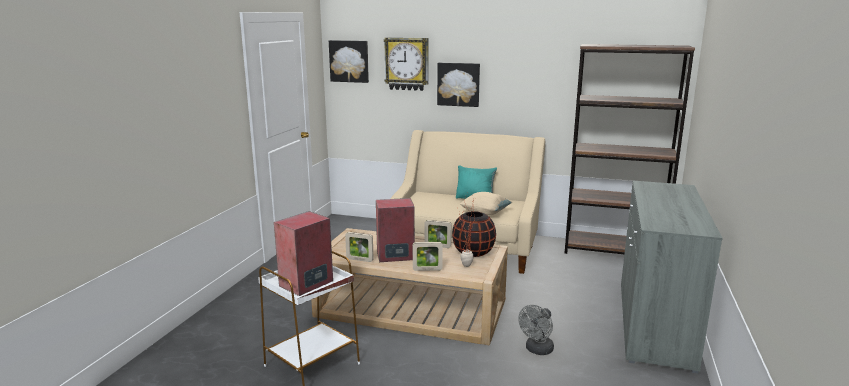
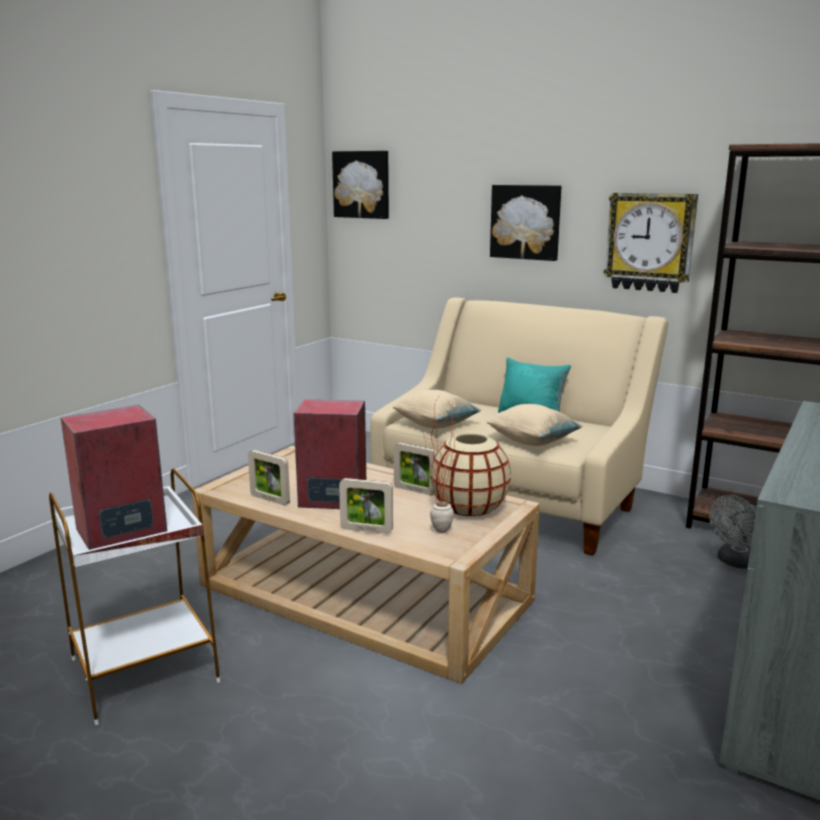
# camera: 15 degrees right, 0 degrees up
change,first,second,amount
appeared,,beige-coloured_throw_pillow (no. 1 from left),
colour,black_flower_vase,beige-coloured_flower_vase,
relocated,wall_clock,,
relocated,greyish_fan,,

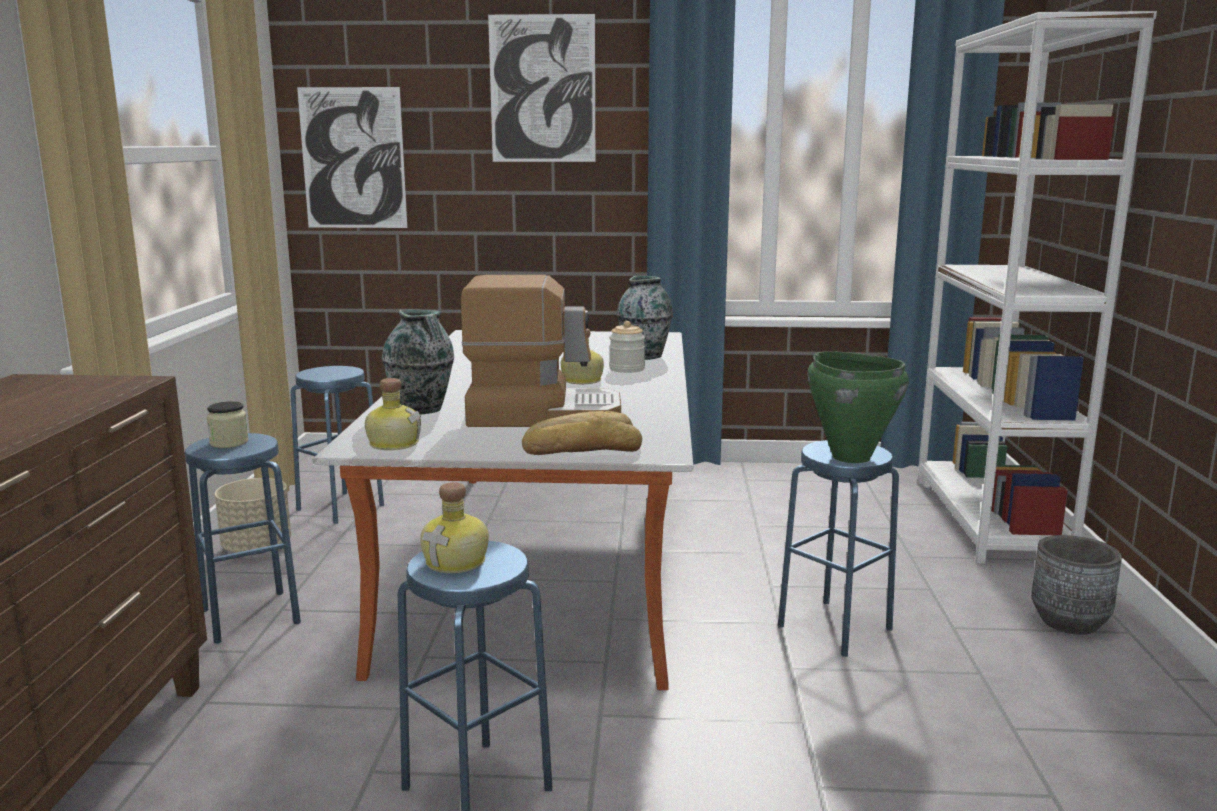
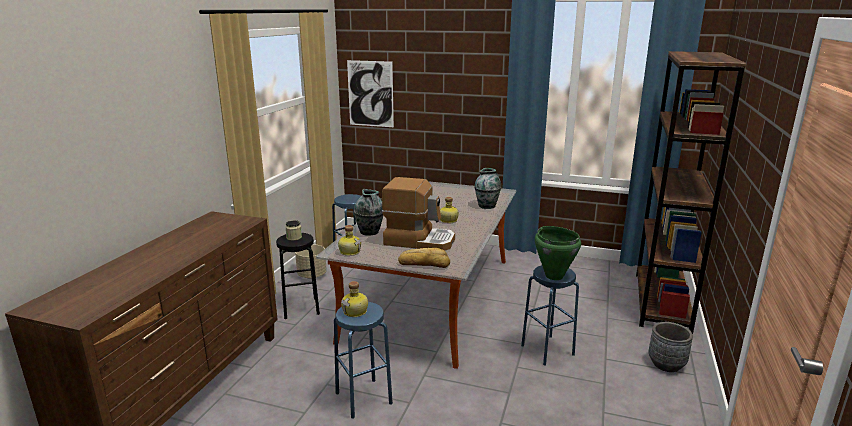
# camera: 15 degrees right, 5 degrees up
change,first,second,amount
colour,blue_stool_seat (no. 1 from left),black_stool_seat,
colour,whitish_bookshelf,brown_bookshelf,
missing,wall_art (no. 2 from left),,
missing,storage_jar (no. 2 from left),,

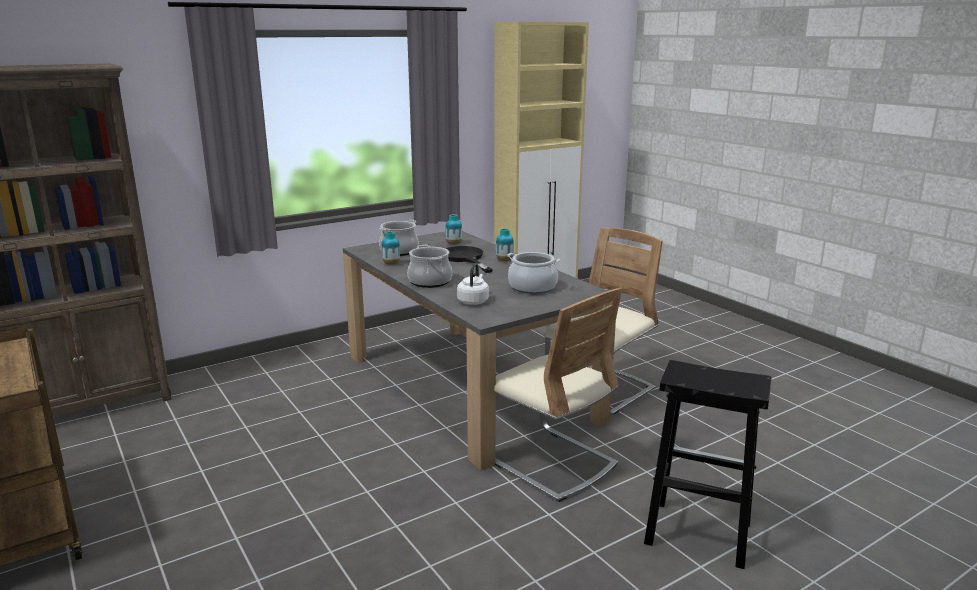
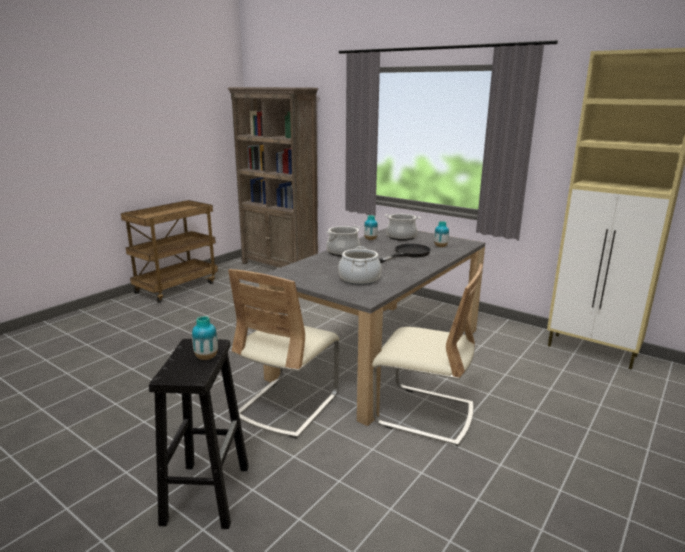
# camera: 70 degrees right, 0 degrees up
change,first,second,amount
relocated,flower_vase (no. 3 from left in the first image),flower_vase (no. 1 from left),
missing,whitish_tea_kettle,,

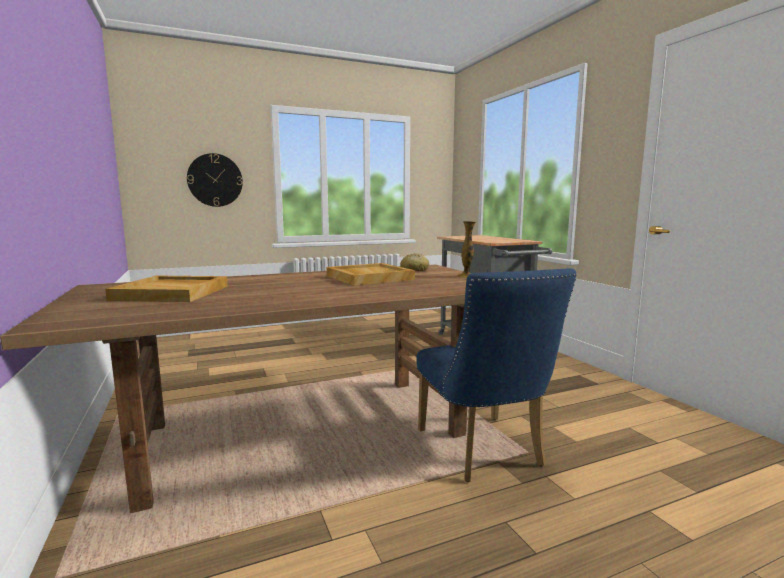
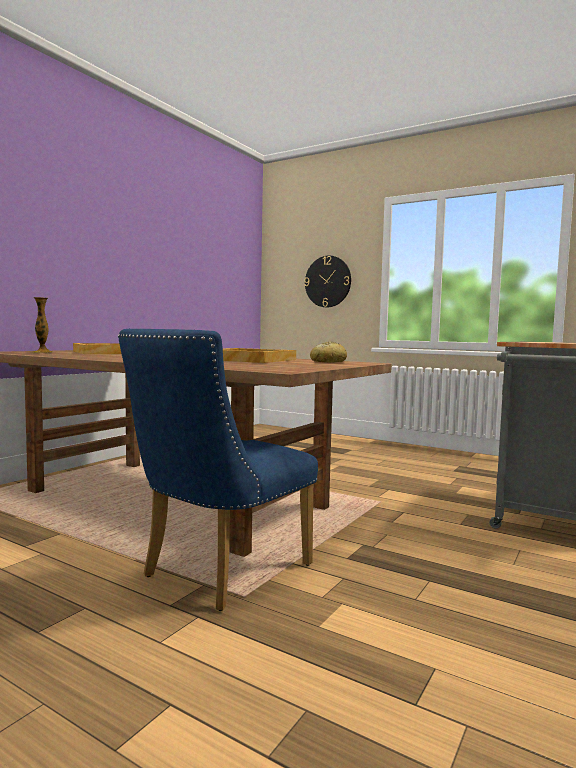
# camera: 55 degrees right, 5 degrees down
change,first,second,amount
relocated,flower_vase,,

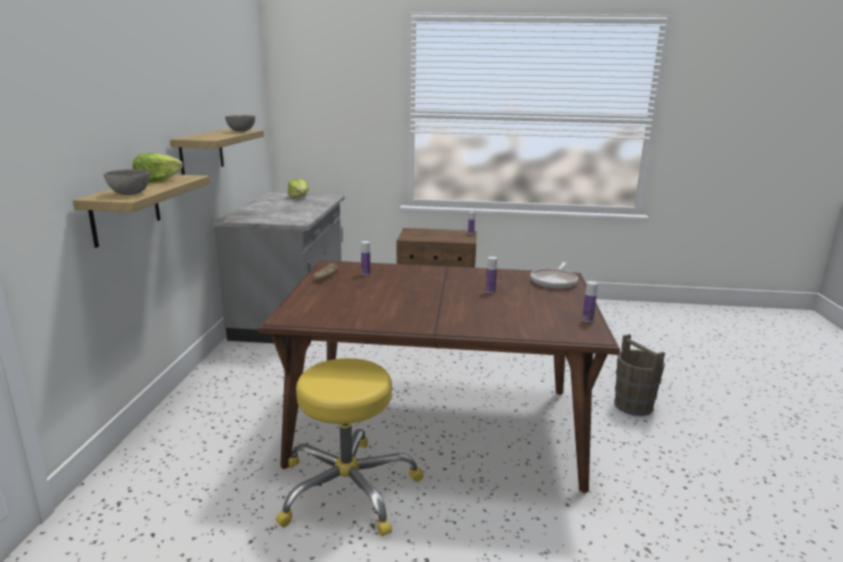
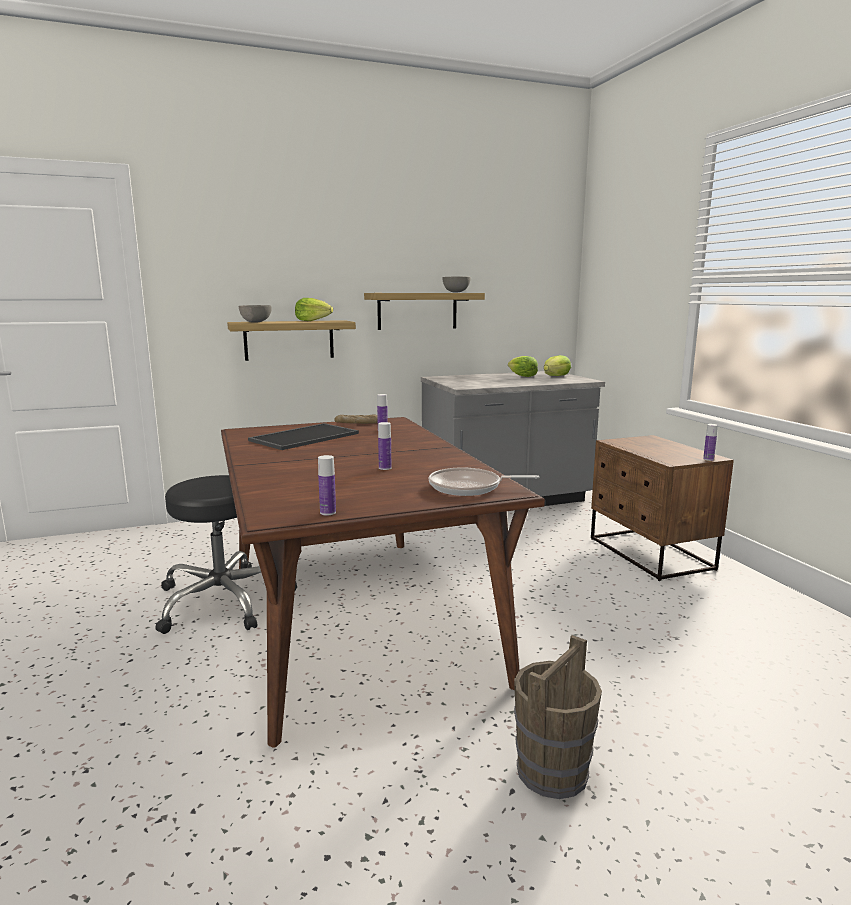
# camera: 65 degrees right, 5 degrees down
change,first,second,amount
colour,yellowish_stool_seat,black_stool_seat,
appeared,,tray,
appeared,,lettuce (no. 2 from left),

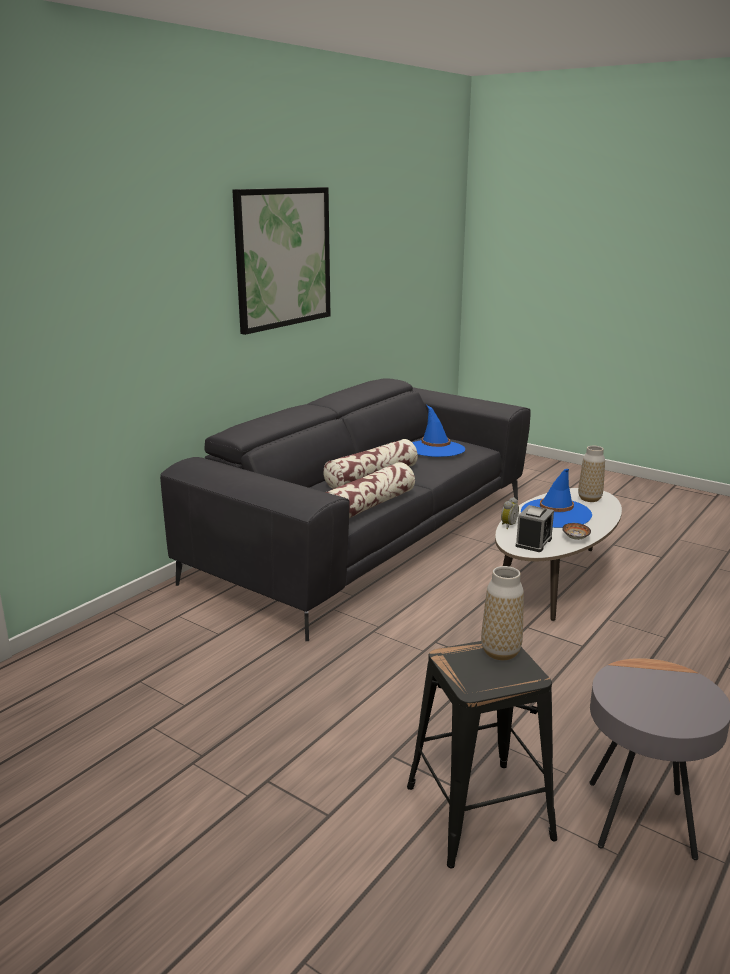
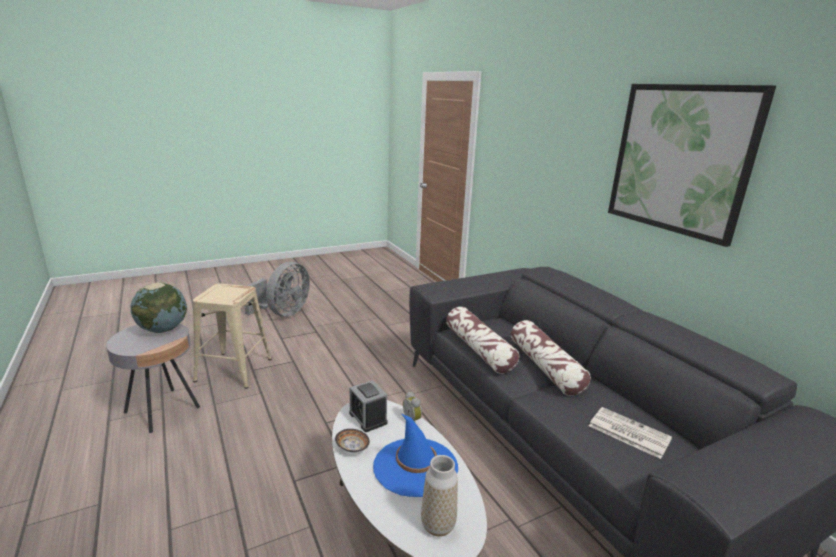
# camera: 115 degrees right, 0 degrees up
change,first,second,amount
appeared,,desk_globe,
colour,black_stool_seat,beige-coloured_stool_seat,
appeared,,greyish_fan,
exchanged,blue_hat (no. 1 from left),printed_paper,
missing,flower_vase (no. 1 from left),,

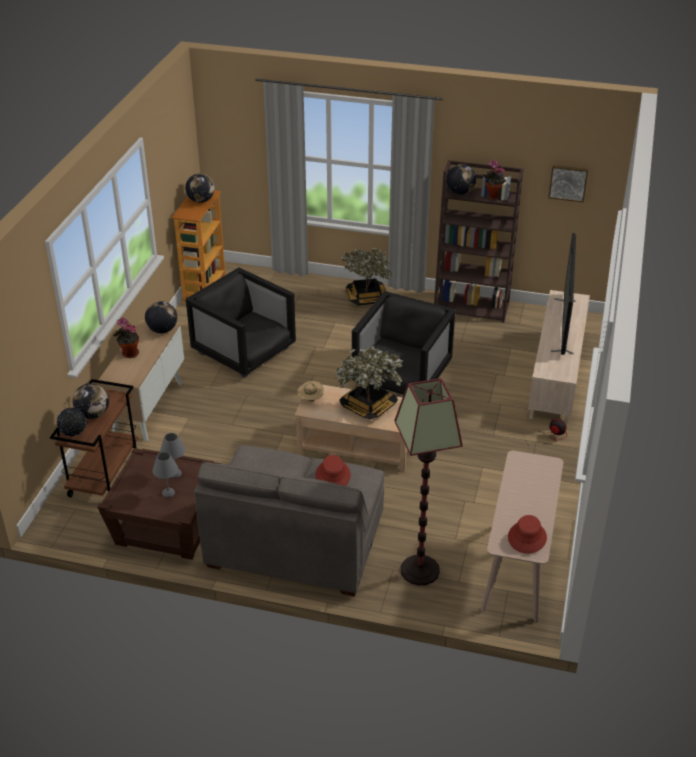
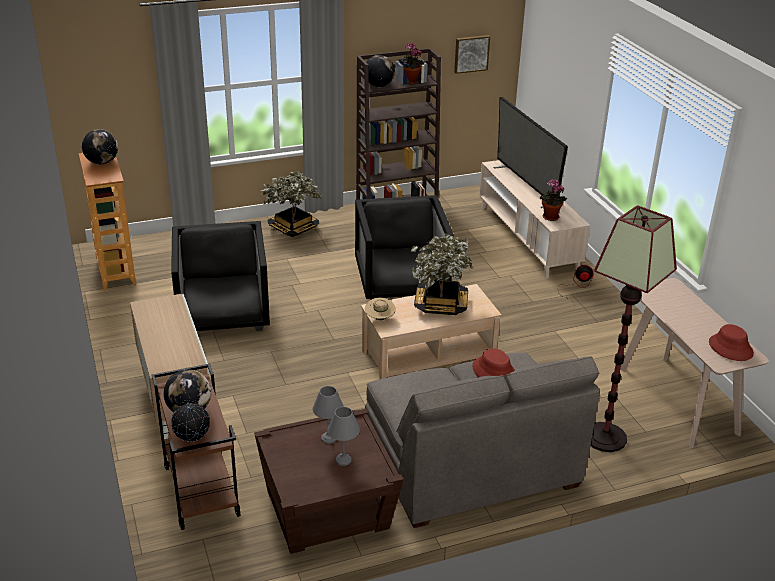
# camera: 35 degrees left, 5 degrees down
change,first,second,amount
spun,black_armchair (no. 1 from left),,75 degrees clockwise
relocated,houseplant (no. 1 from left in the first image),houseplant (no. 4 from left),
missing,desk_globe (no. 3 from left),,

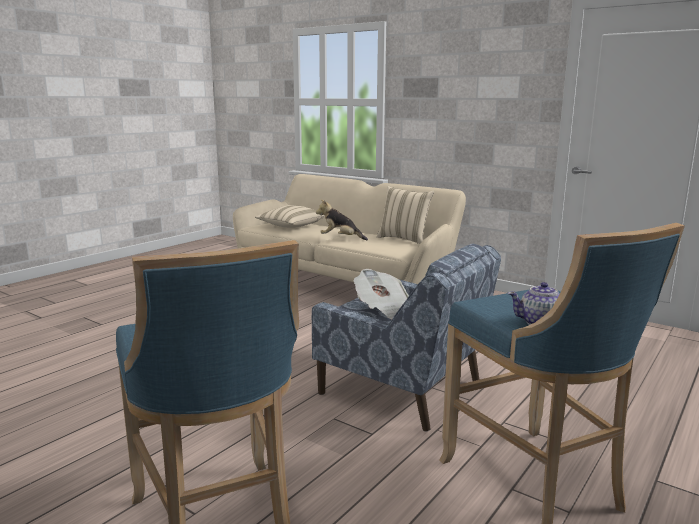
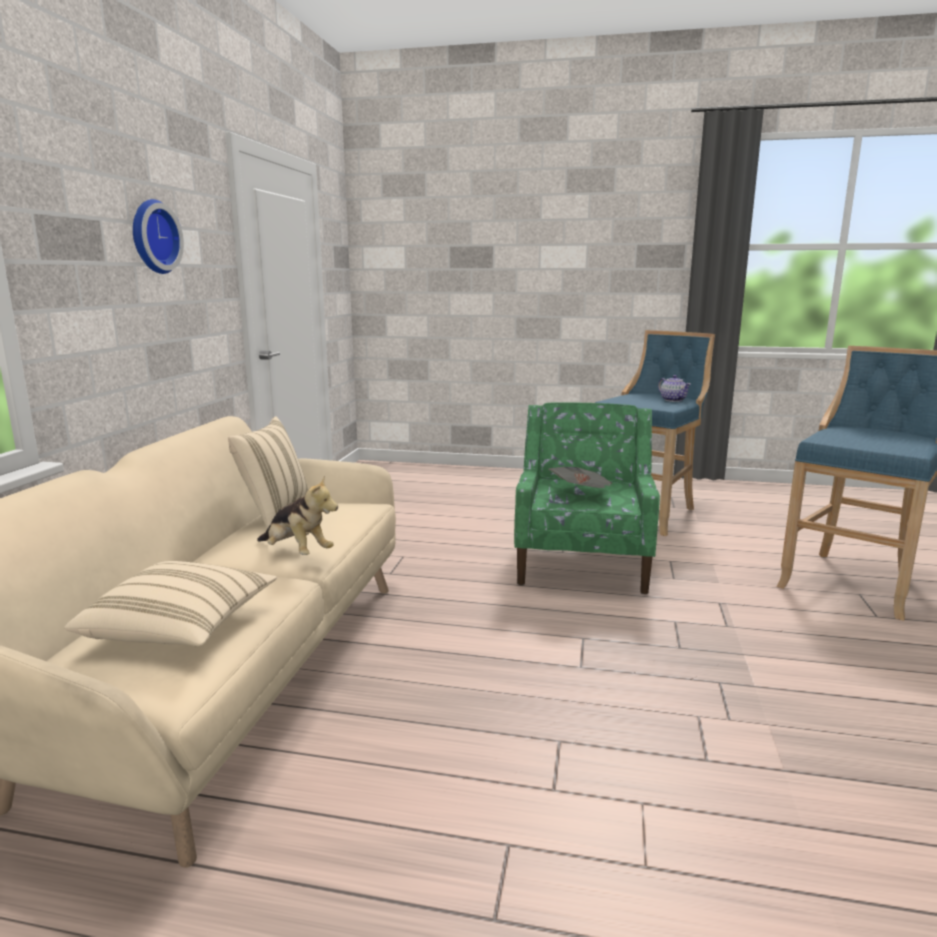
# camera: 115 degrees left, 0 degrees up
change,first,second,amount
appeared,,wall_clock,
spun,cuddly_toy,,45 degrees counterclockwise
colour,blue_armchair,green_armchair,

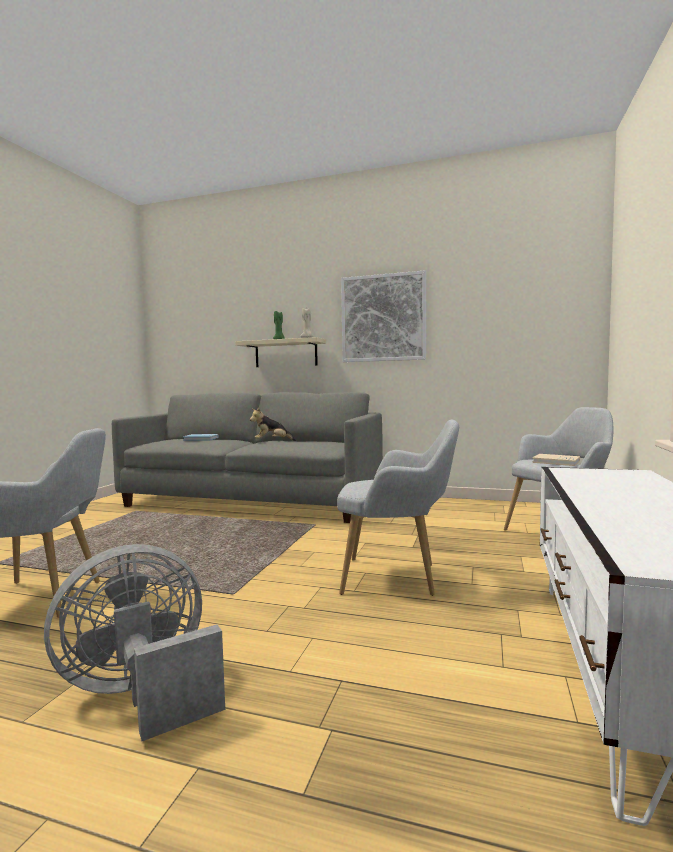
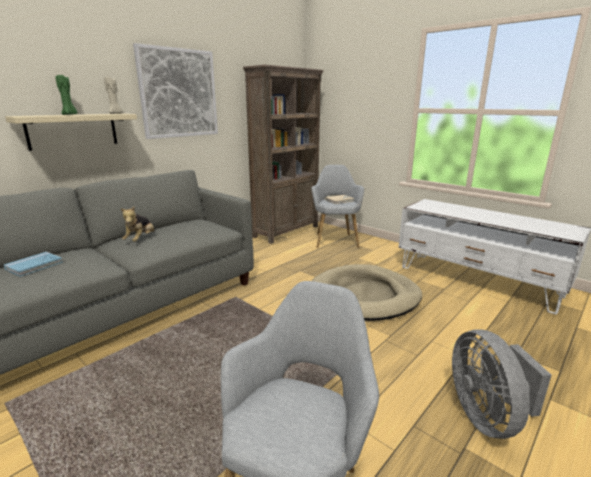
# camera: 65 degrees left, 15 degrees up
change,first,second,amount
appeared,,brown_bookshelf,
exchanged,greyish_armchair (no. 2 from left),beige-coloured_pet_bed,

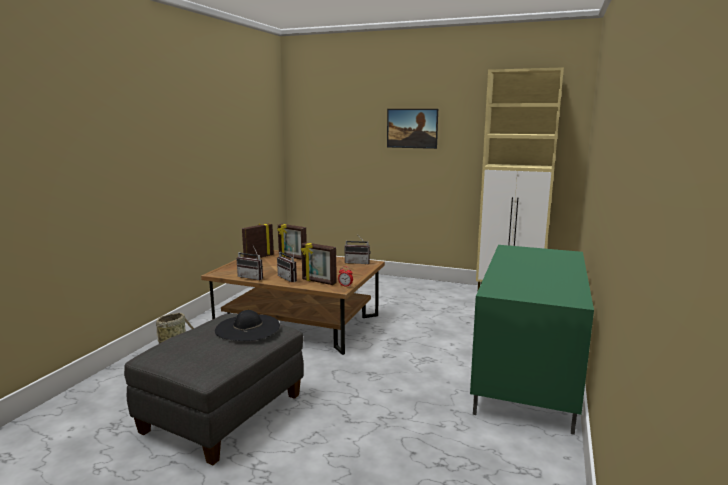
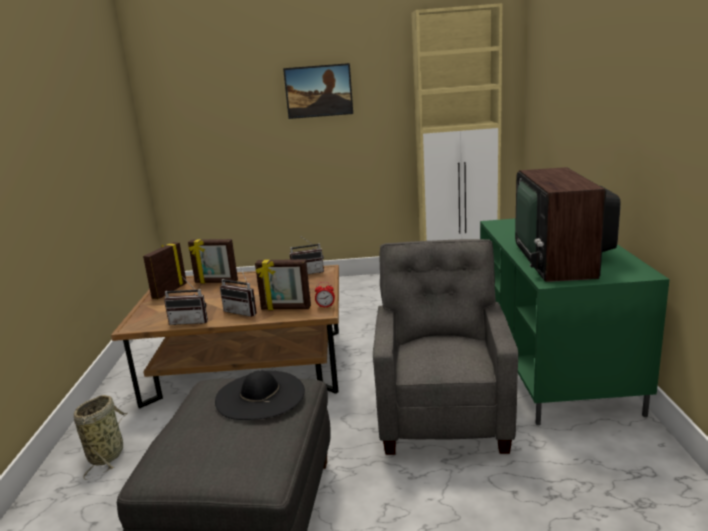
# camera: 20 degrees left, 5 degrees up
change,first,second,amount
appeared,,greyish_armchair,
appeared,,TV,

